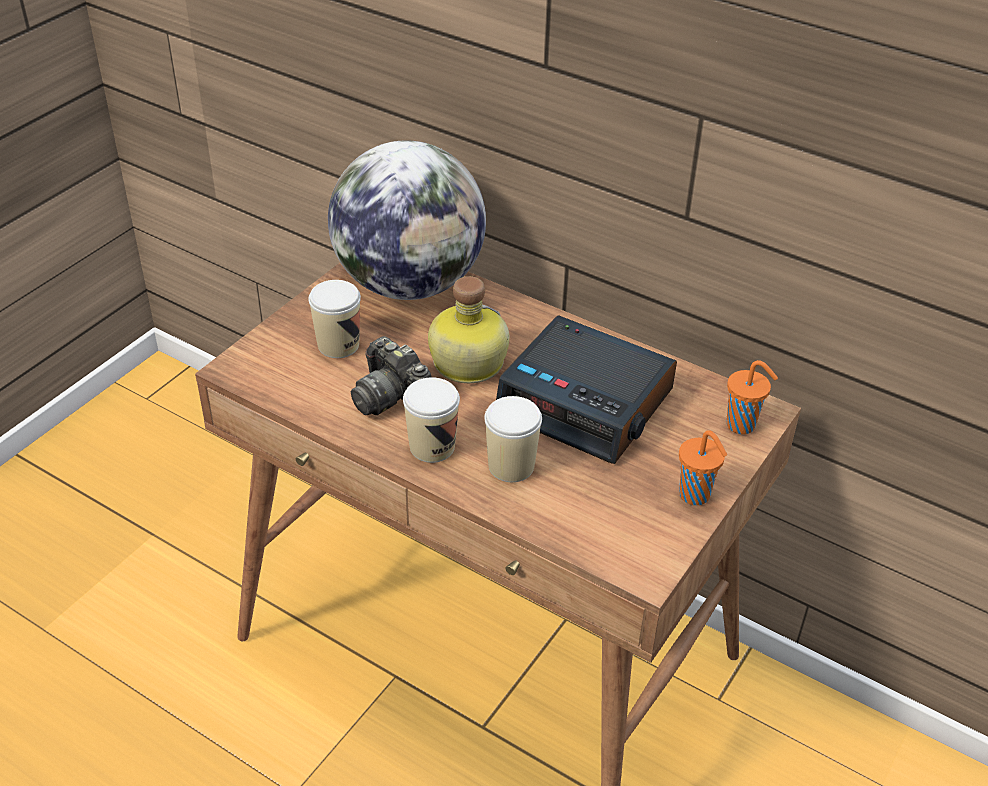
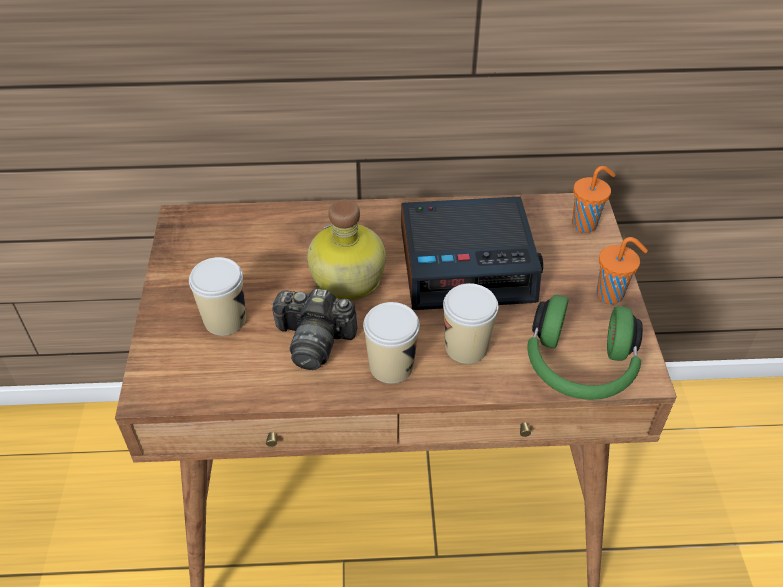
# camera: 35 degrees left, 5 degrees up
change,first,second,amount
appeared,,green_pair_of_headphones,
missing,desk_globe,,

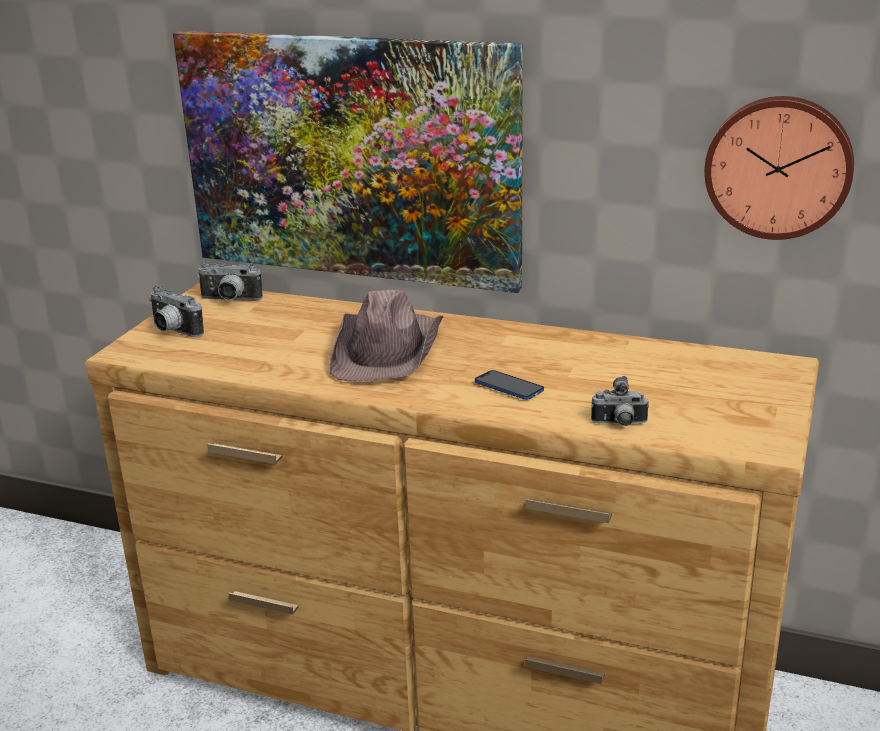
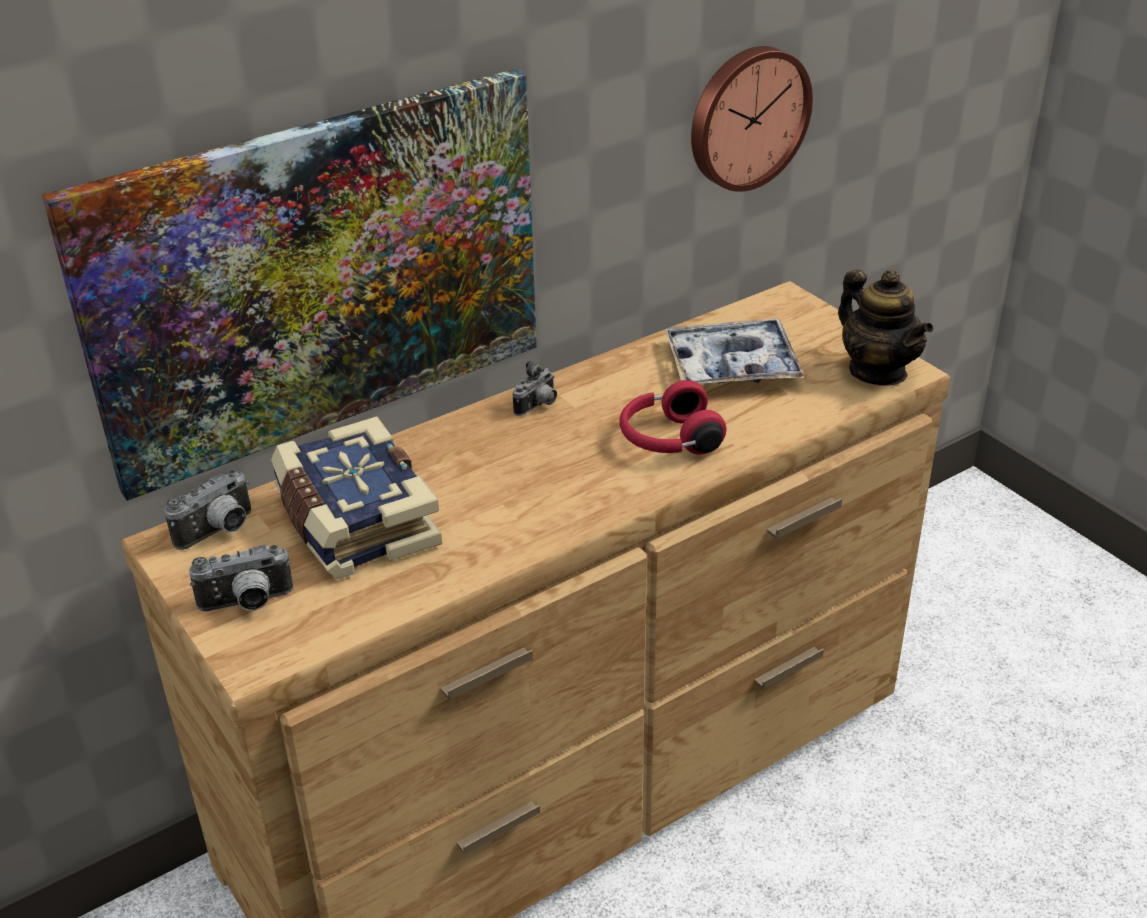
# camera: 55 degrees left, 10 degrees up
change,first,second,amount
appeared,,volume,
relocated,still_camera (no. 3 from left),,
exchanged,handset,red_pair_of_headphones,
appeared,,tray,
appeared,,tea_pot,
missing,brown_hat,,

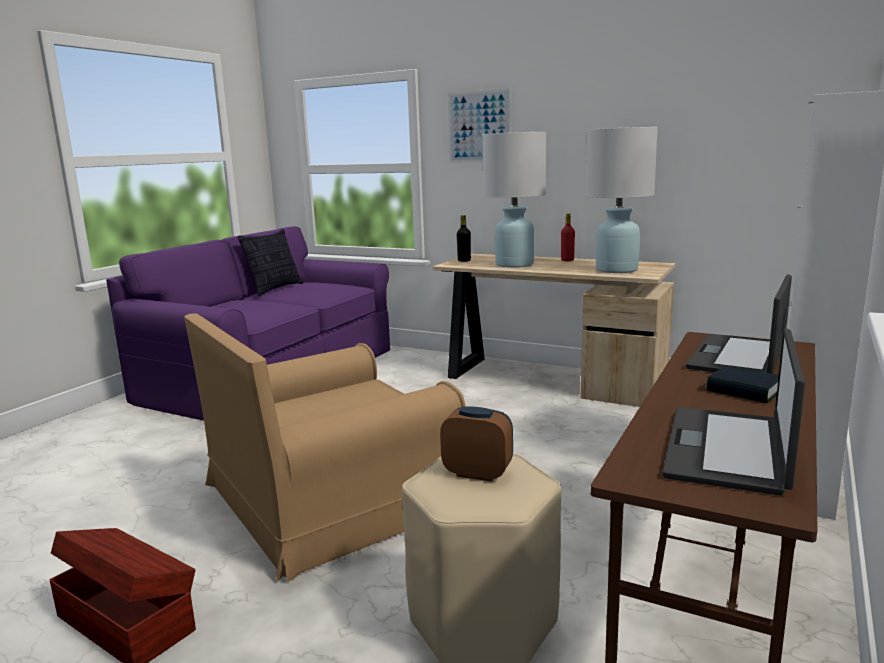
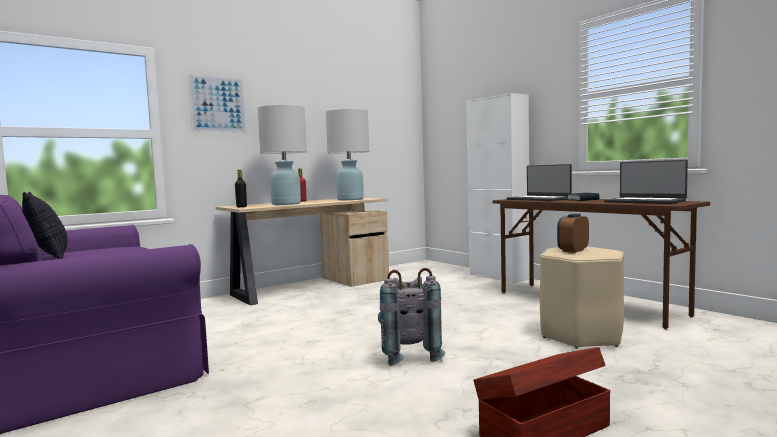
# camera: 65 degrees left, 10 degrees down
change,first,second,amount
exchanged,brown_armchair,greyish_backpack,

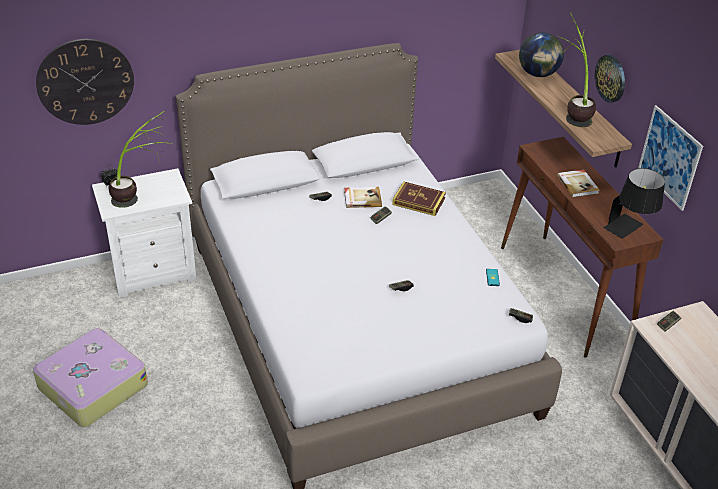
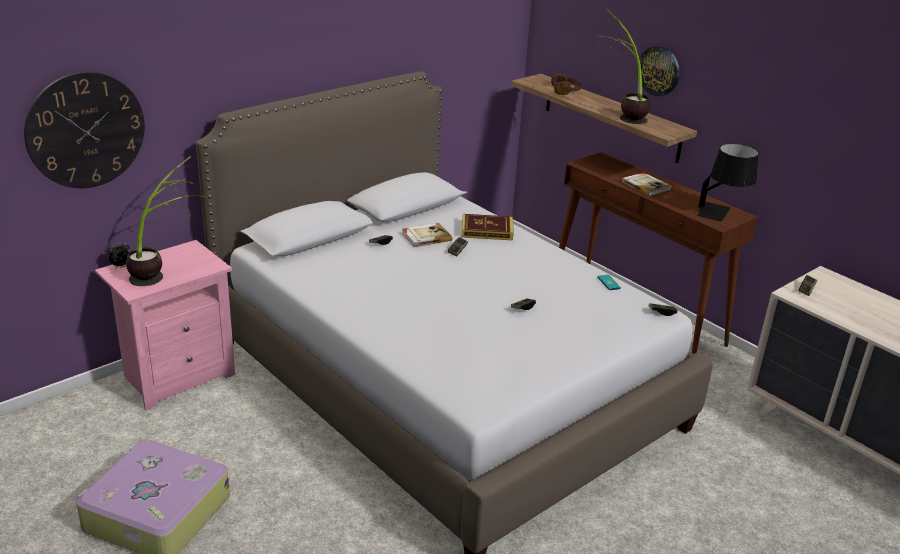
# camera: 20 degrees left, 10 degrees down
change,first,second,amount
colour,whitish_nightstand,pink-coloured_nightstand,
exchanged,desk_globe,brown_pair_of_headphones,
missing,wall_art,,

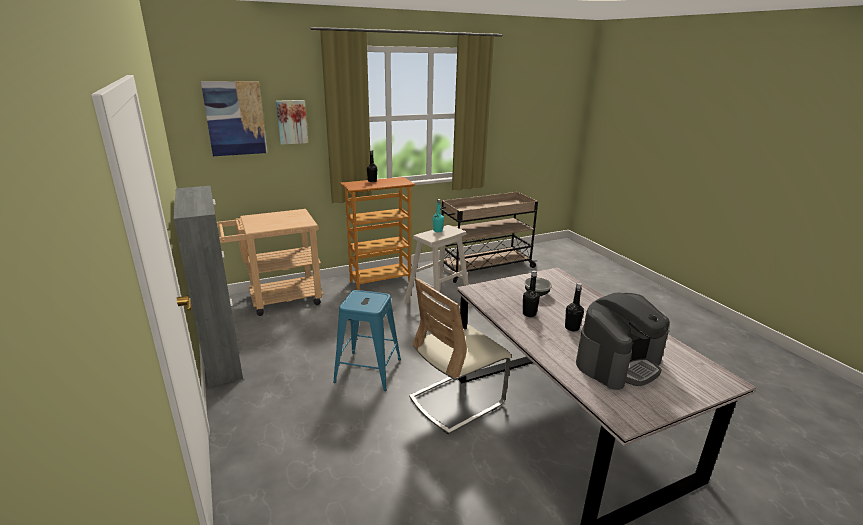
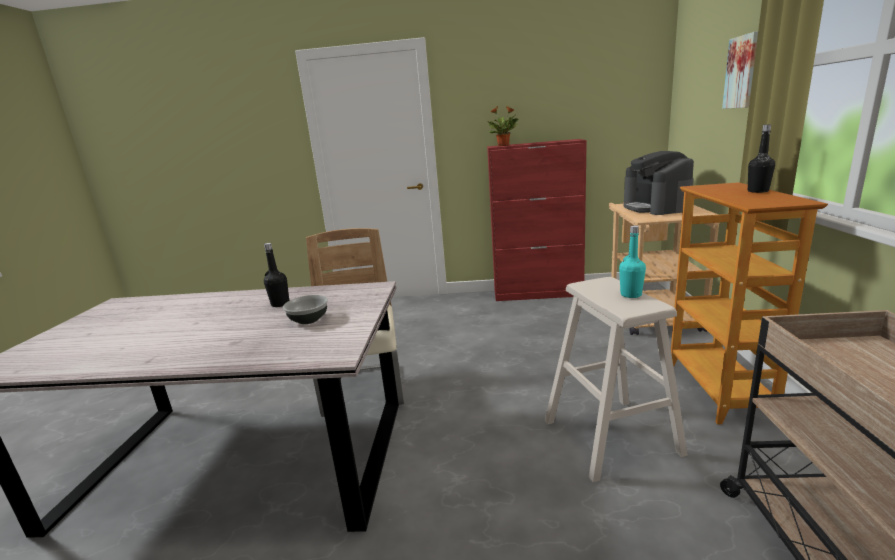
# camera: 120 degrees right, 5 degrees down
change,first,second,amount
appeared,,houseplant,
colour,greyish_storage_cabinet,red_storage_cabinet,
relocated,coffee_brewer,,
missing,wall_art (no. 1 from left),,
missing,blue_stool_seat,,
missing,black_bottle (no. 3 from left),,

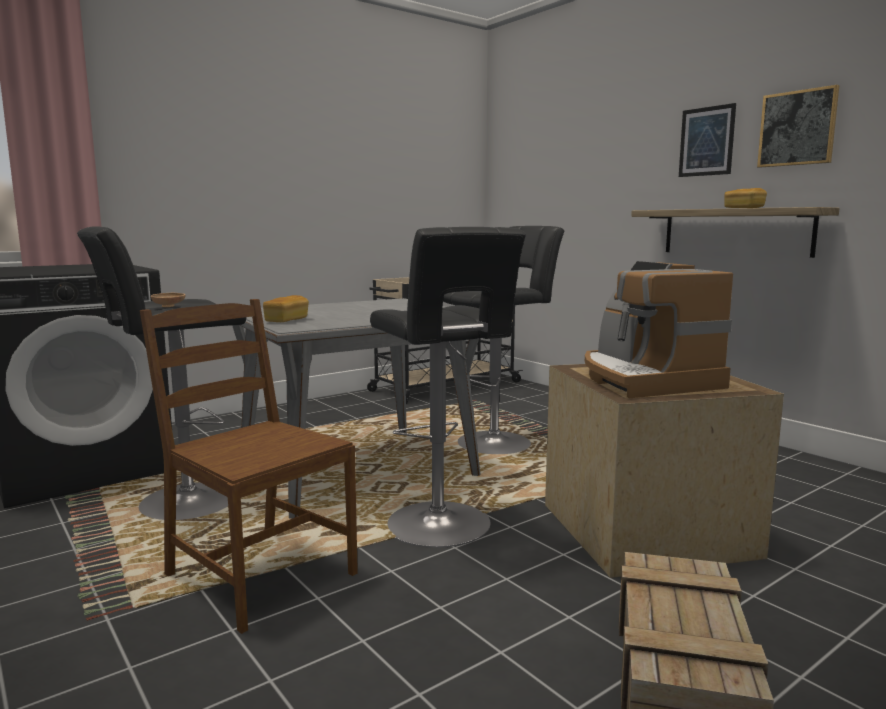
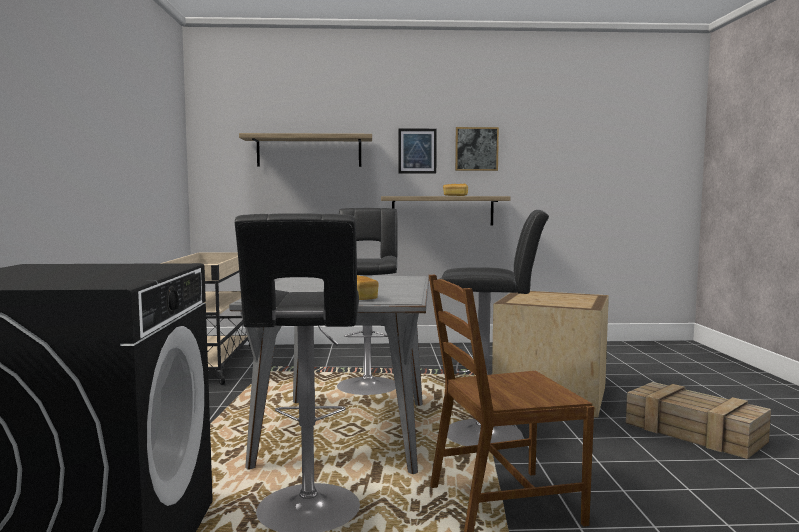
# camera: 55 degrees left, 5 degrees down
change,first,second,amount
appeared,,wall_shelf (no. 1 from left),
missing,brown_deep_dish,,
missing,coffee_brewer,,

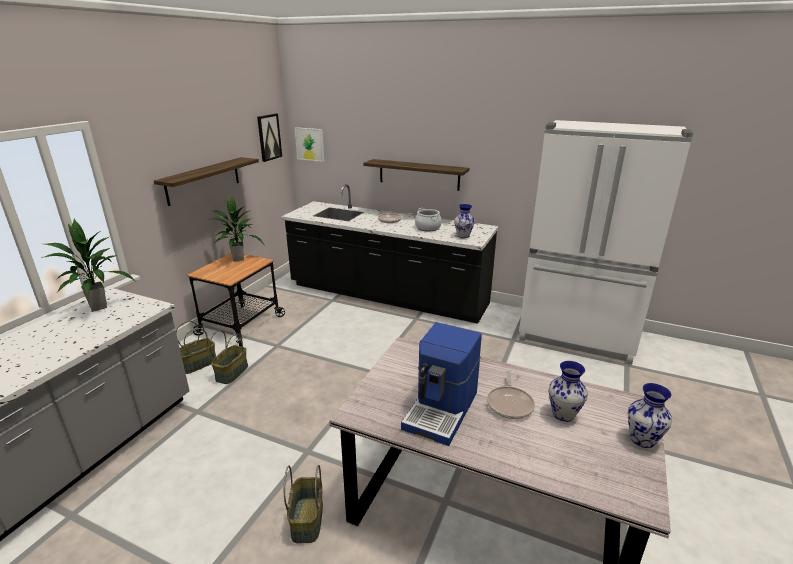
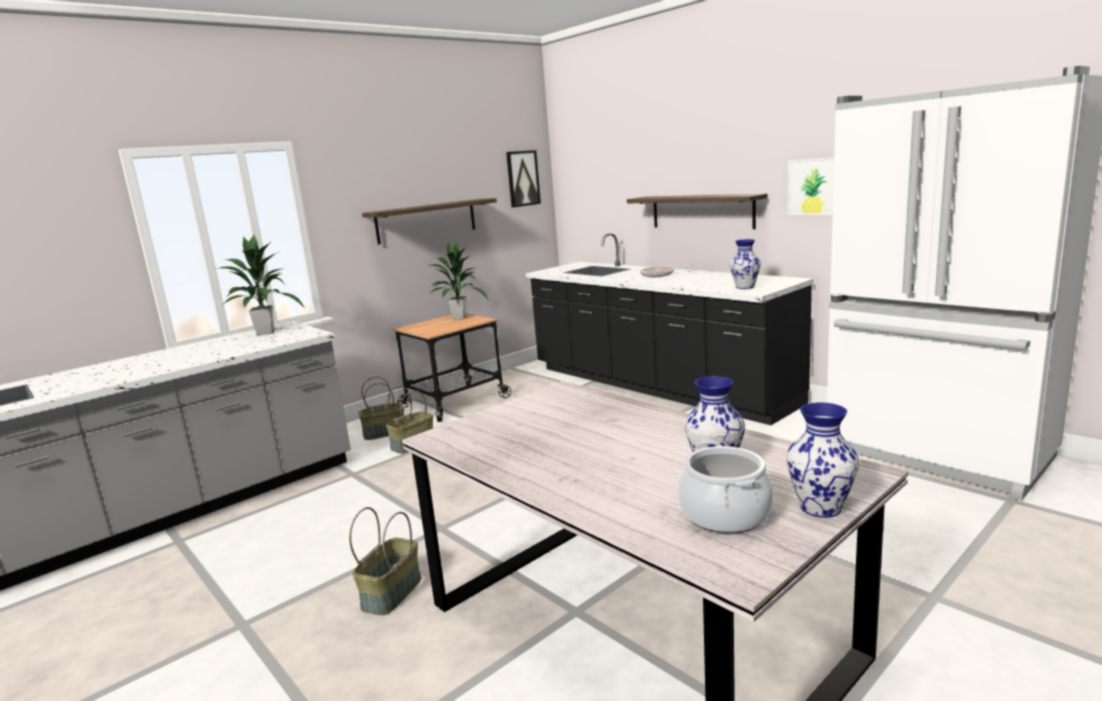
# camera: 25 degrees right, 10 degrees down
change,first,second,amount
relocated,stockpot,,
relocated,wall_art (no. 2 from left),,
missing,coffee_brewer,,
missing,skillet (no. 2 from left),,

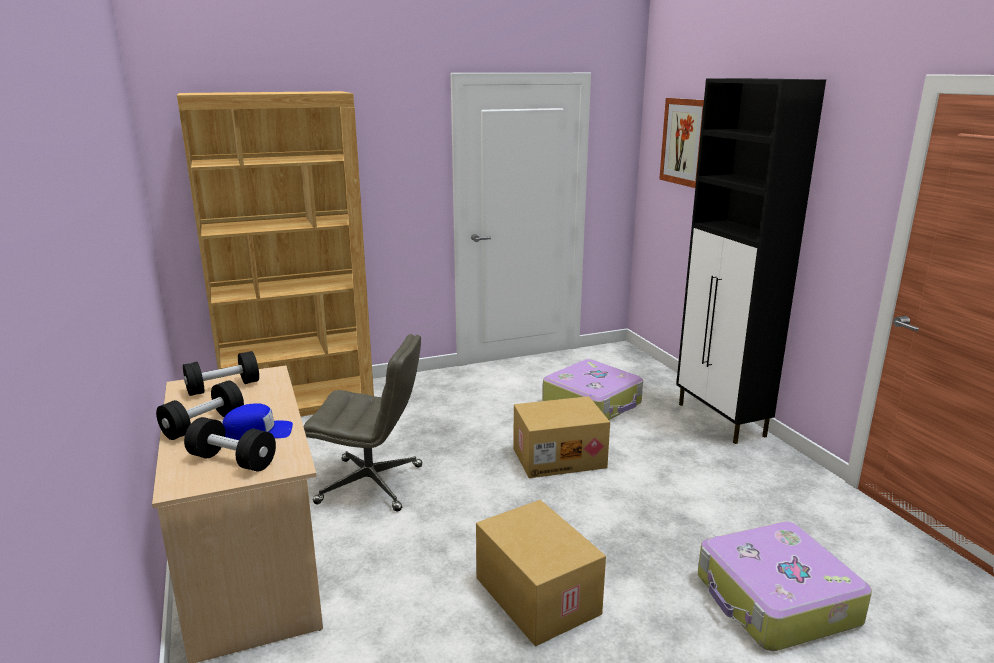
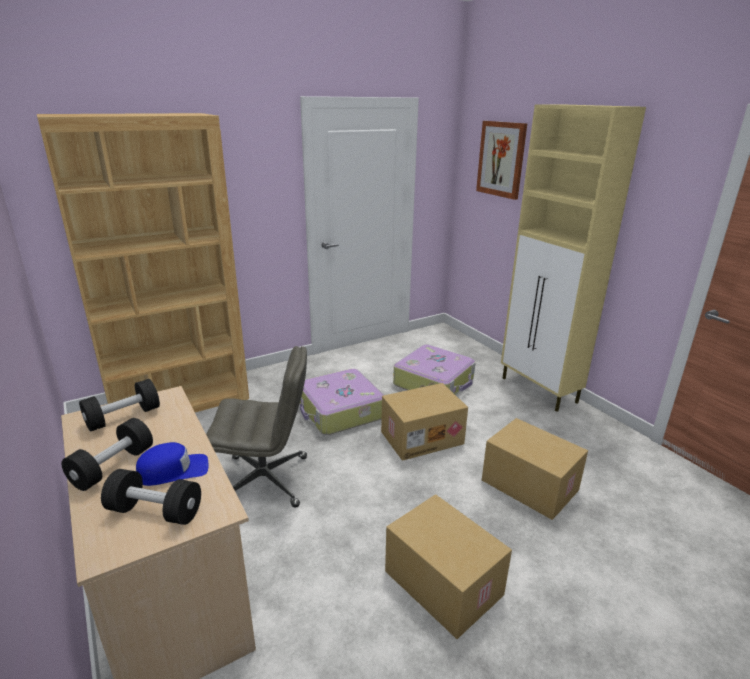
# camera: 10 degrees left, 5 degrees up
change,first,second,amount
relocated,suitcase (no. 2 from left in the first image),suitcase (no. 1 from left),
appeared,,packing_box (no. 3 from left),
colour,black_storage_cabinet,beige-coloured_storage_cabinet,

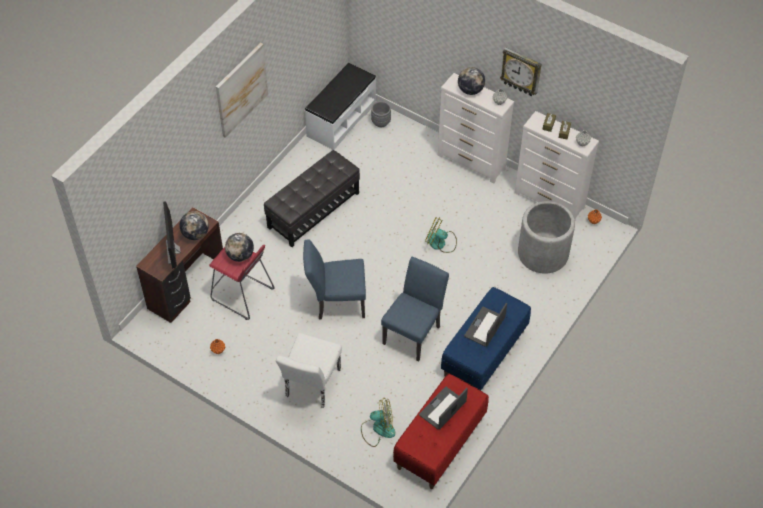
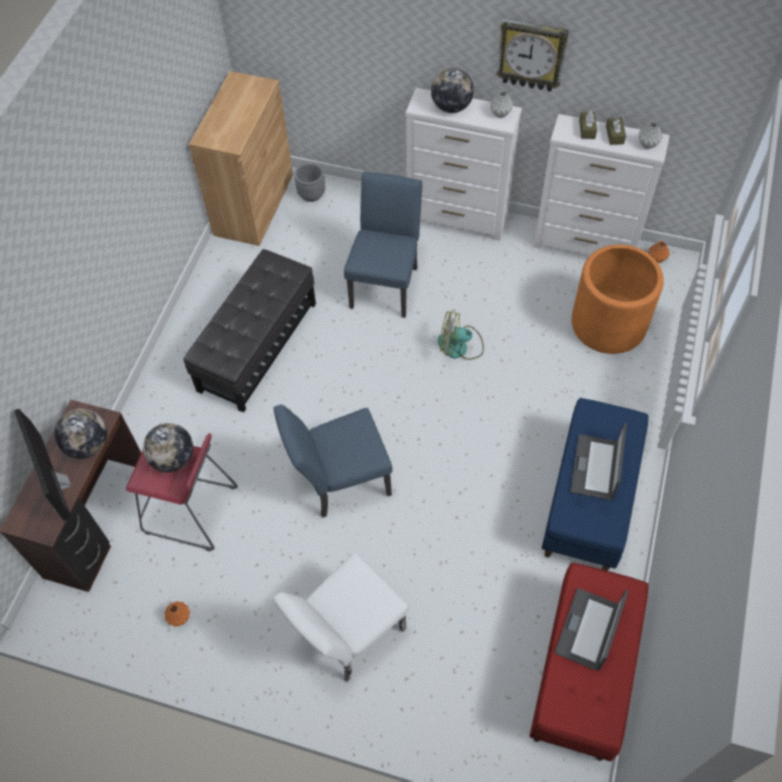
# camera: 15 degrees left, 5 degrees up
change,first,second,amount
exchanged,whitish_indoor_bench,brown_storage_cabinet,
spun,whitish_chair,,45 degrees clockwise
relocated,blue_chair (no. 2 from left),,
colour,greyish_flower_pot (no. 2 from left),orangey_flower_pot,
missing,wall_art,,
missing,fan (no. 1 from left),,

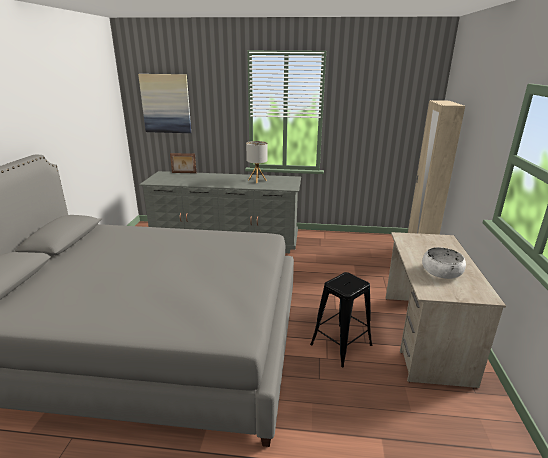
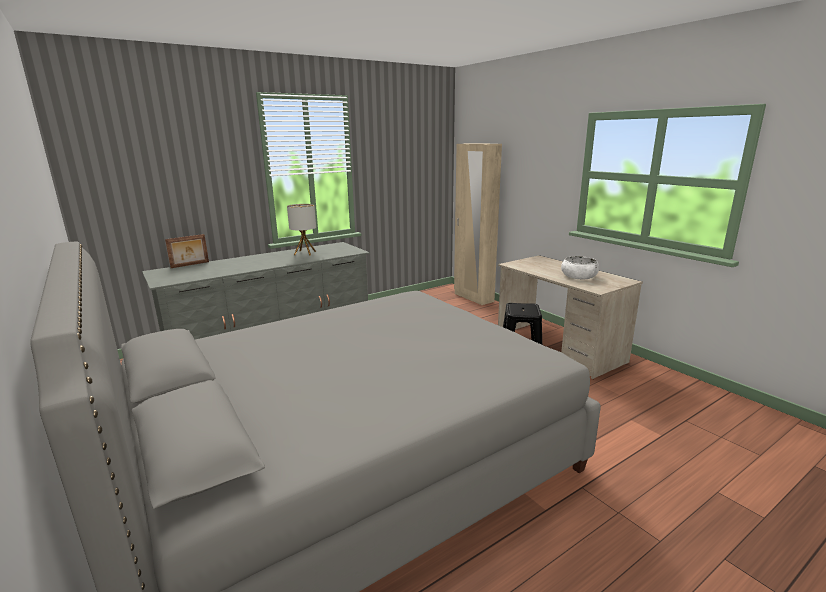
# camera: 40 degrees left, 5 degrees down
change,first,second,amount
missing,wall_art,,

